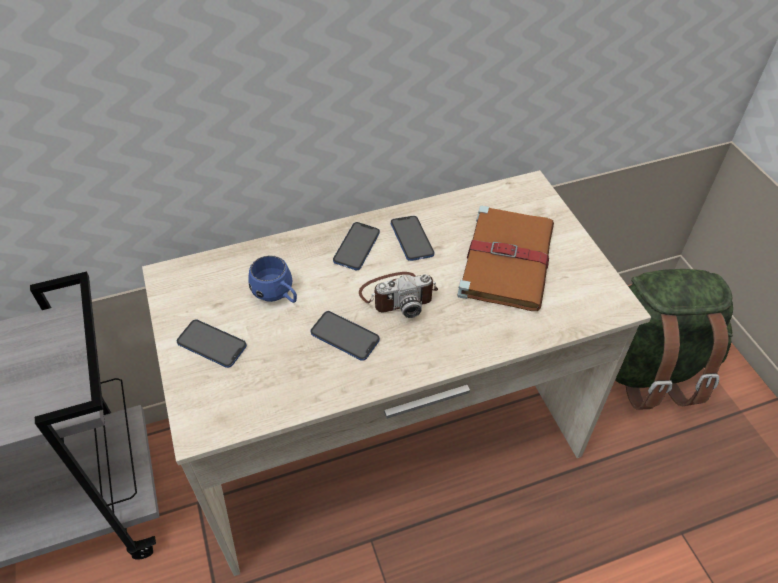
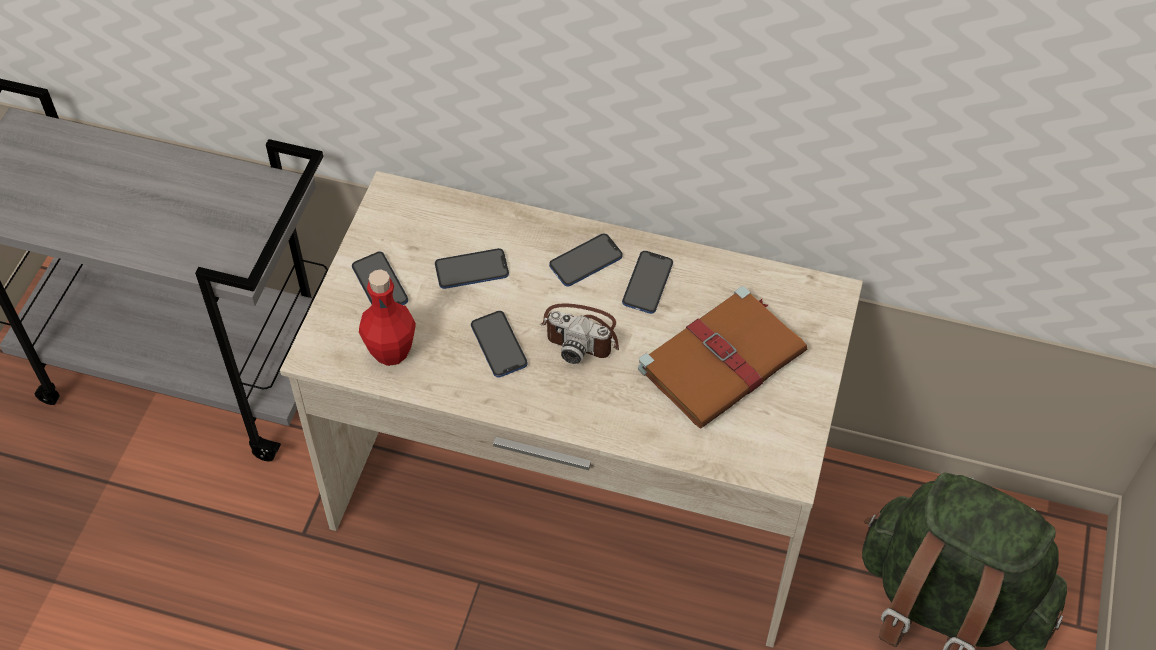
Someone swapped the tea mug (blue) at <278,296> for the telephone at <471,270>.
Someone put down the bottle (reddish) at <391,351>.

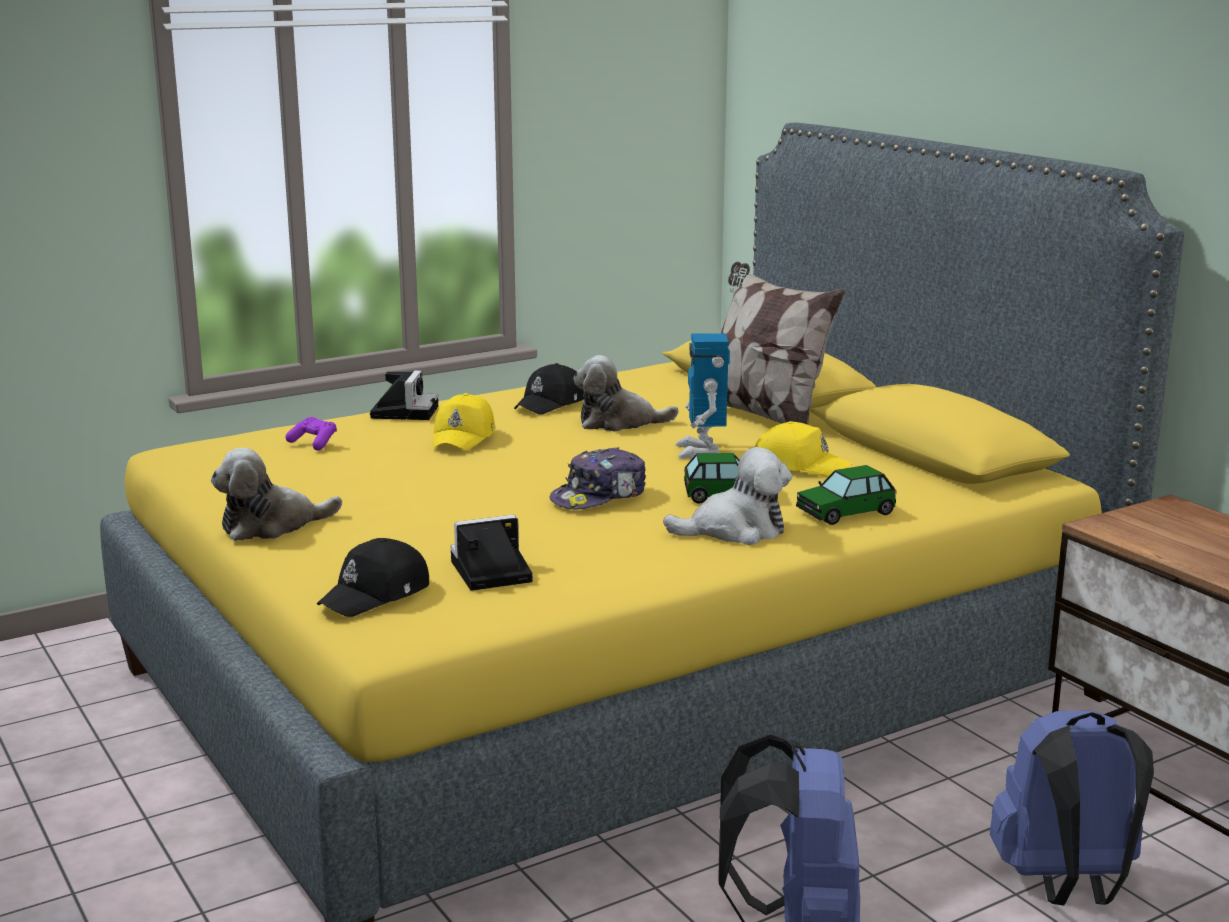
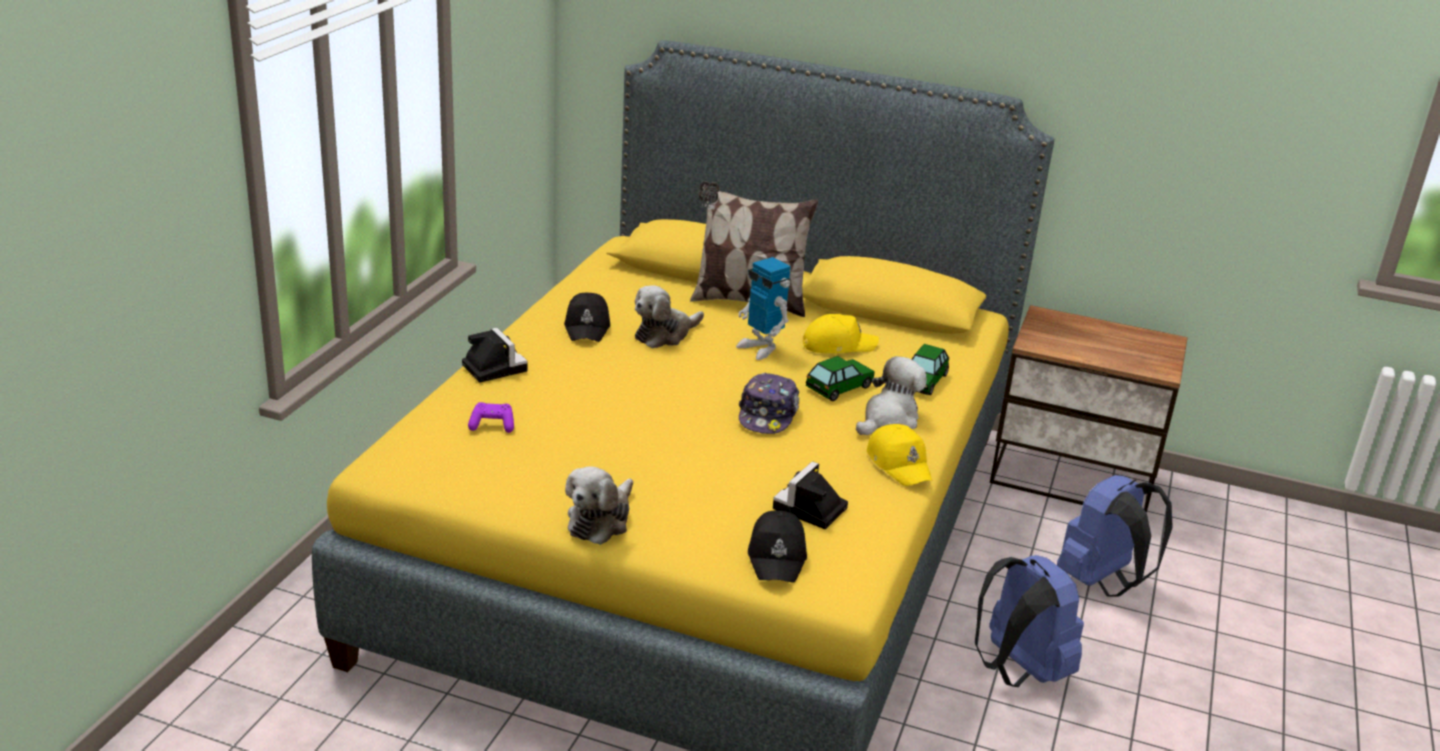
Someone carried the peaked cap (yellowish) from <464,437> to <899,464>.

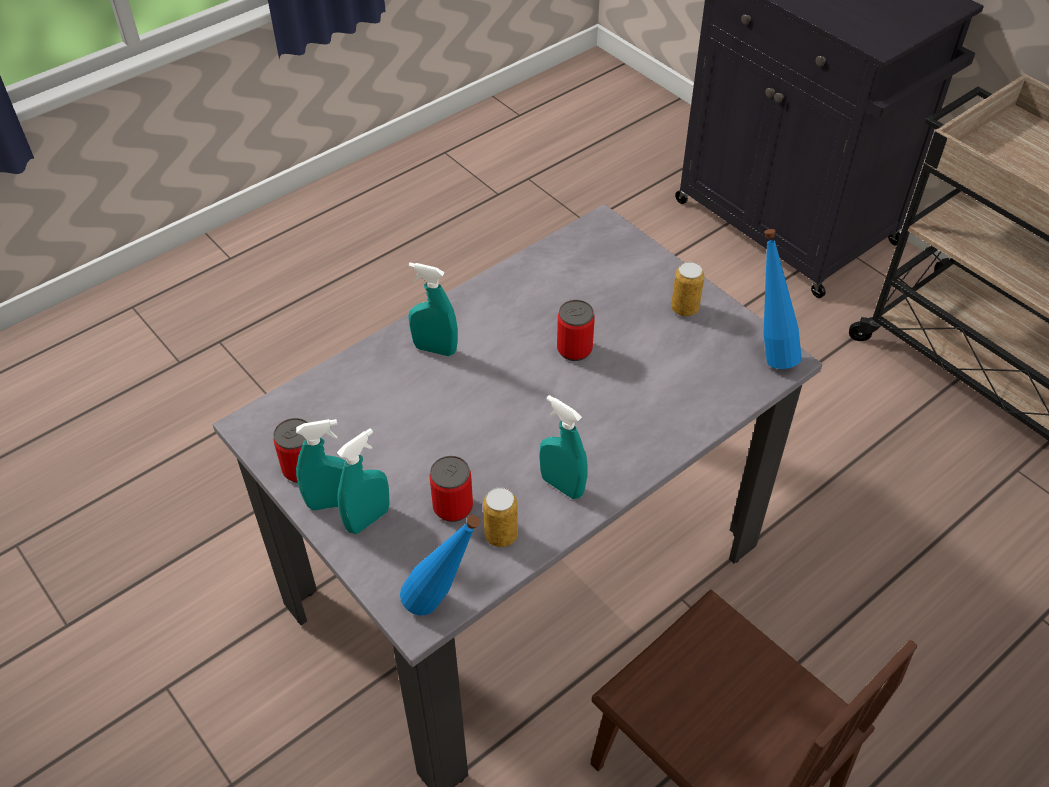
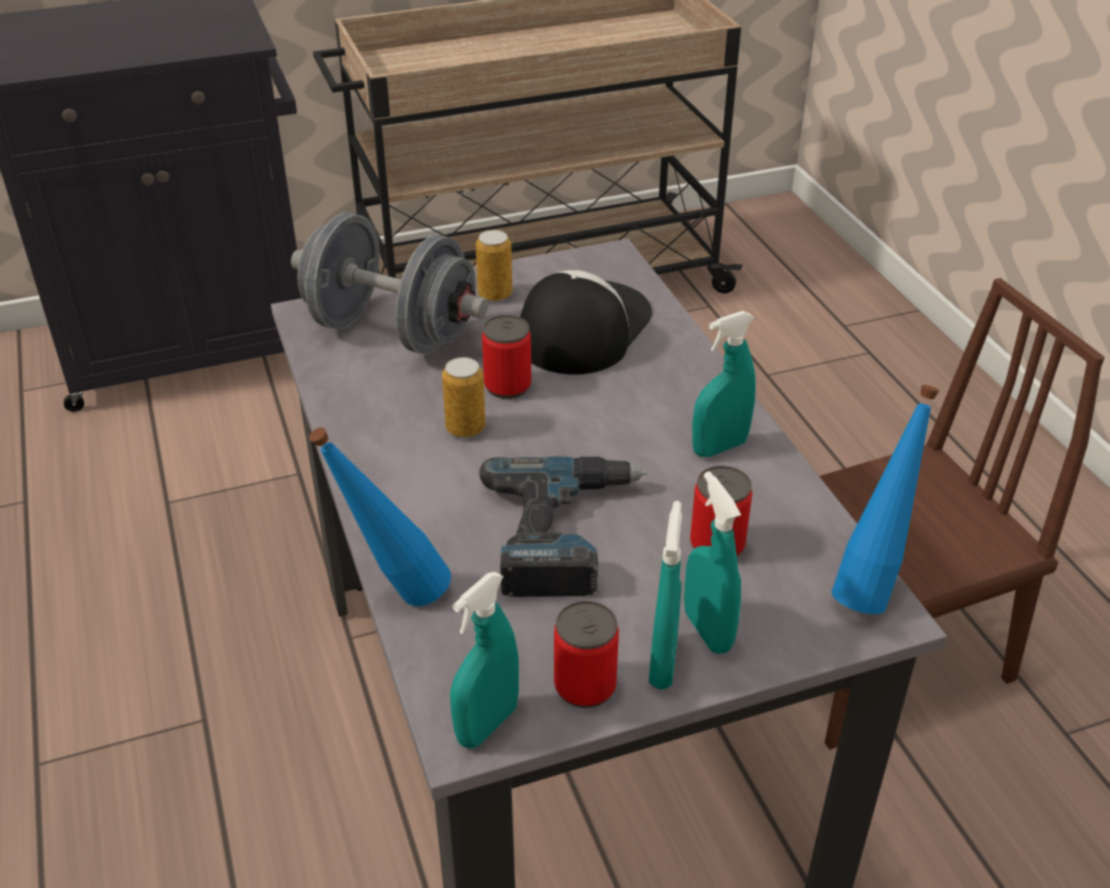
Someone carried the sprayer (turquoise-coloured) from <435,349> to <487,724>.
Someone carried the metal can from <501,535> to <465,428>.
Someone carried the bottle (blue) from <768,351> to <394,597>.
Someone put down the free weight (gray) at <392,332>.
Someone put down the drill at <564,534>.
Someone put down the peaked cap at <583,328>.

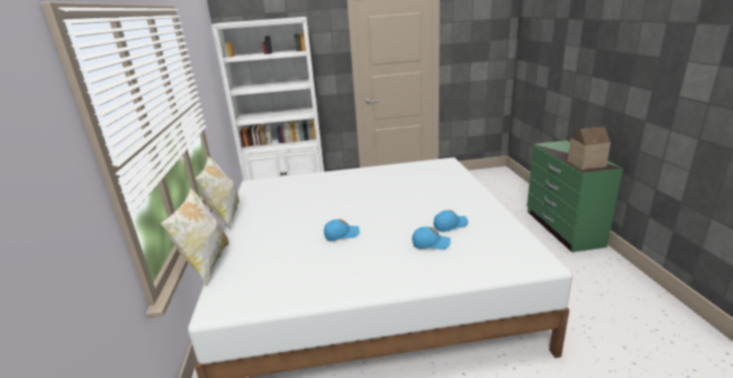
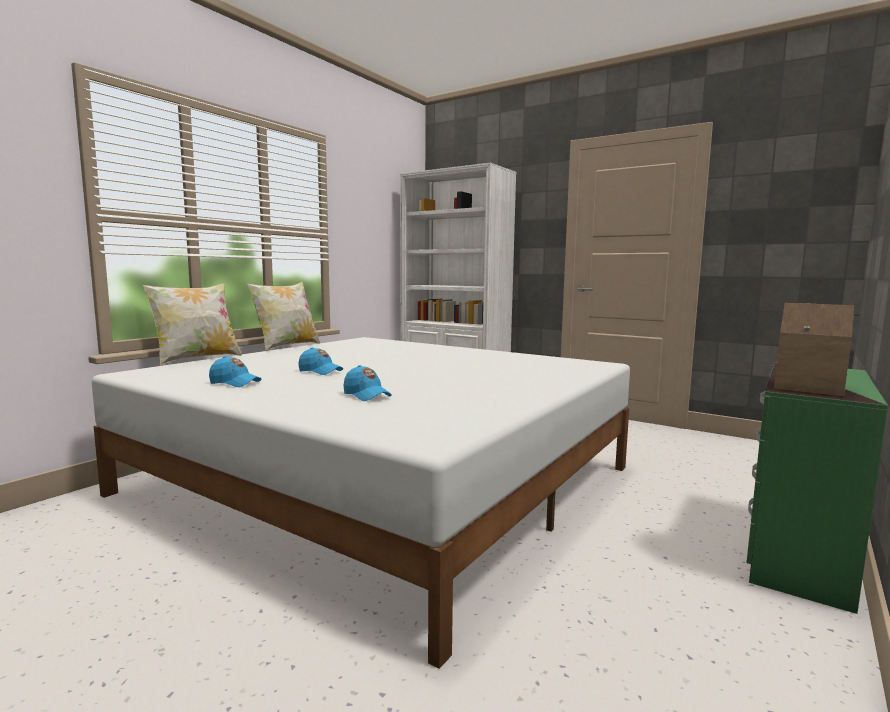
Someone carried the peaked cap (blue) from <450,225> to <235,383>.

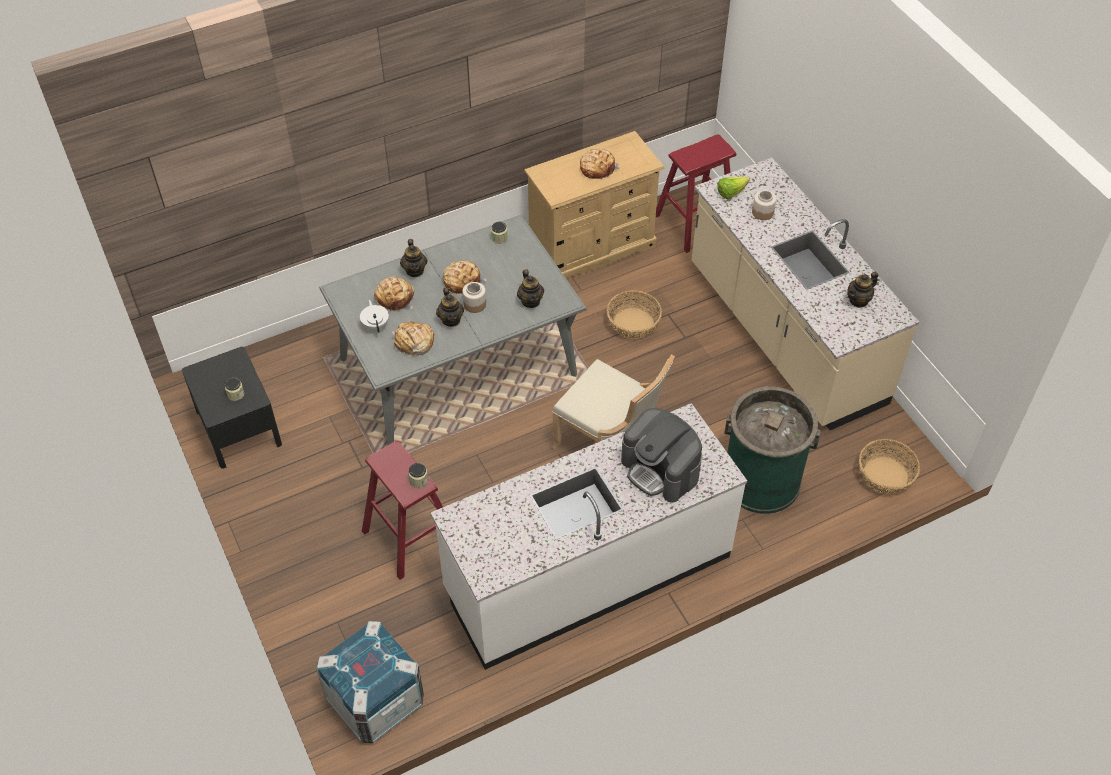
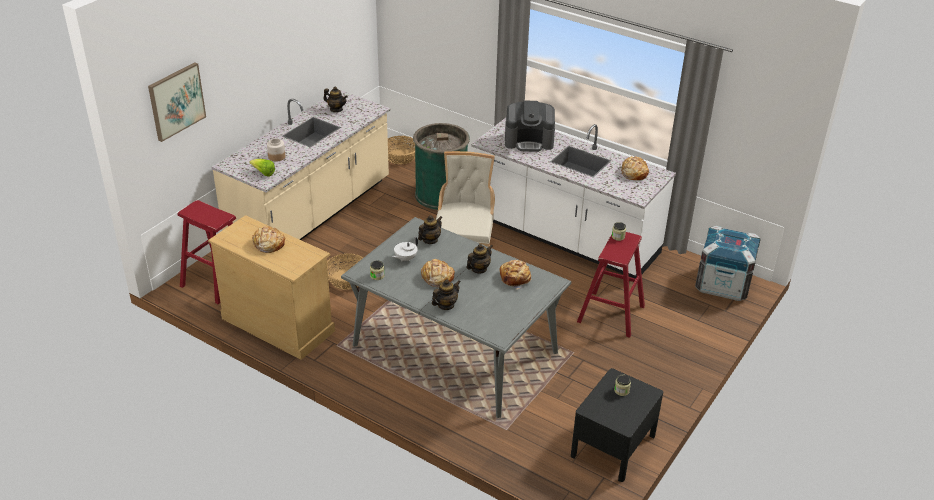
Someone carried the pot for tea (whitish) from <376,325> to <405,258>.
Someone carried the baked bread from <395,297> to <634,173>.
Someone took away the preserve jar at <475,304>.
Someone rotated the coffee maker at <660,469> by 75 degrees clockwise.
Someone put up the wall picture at <176,101>.

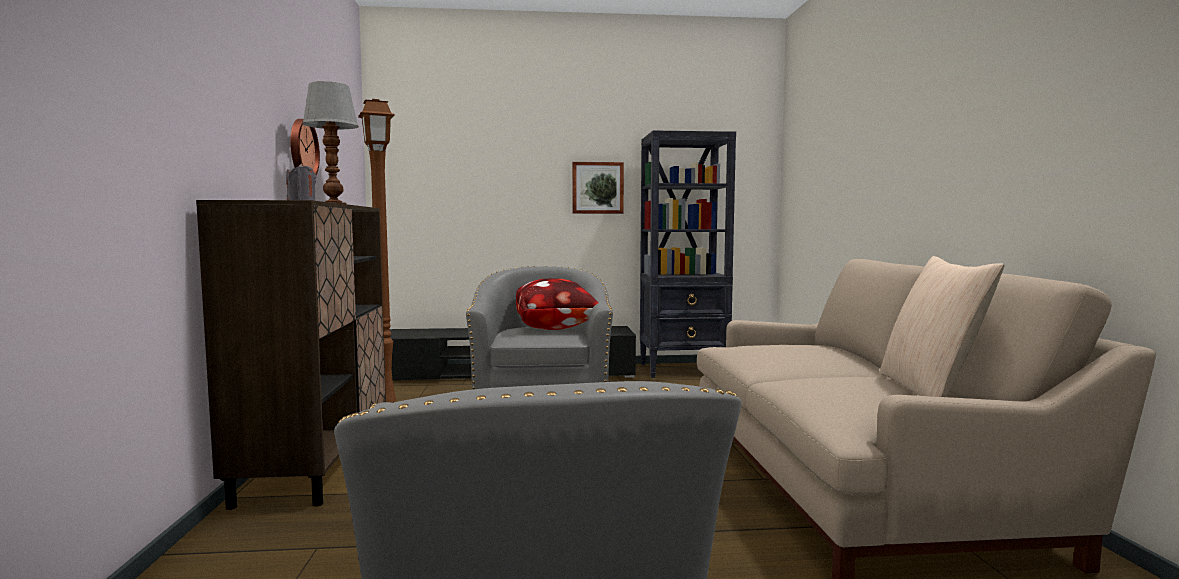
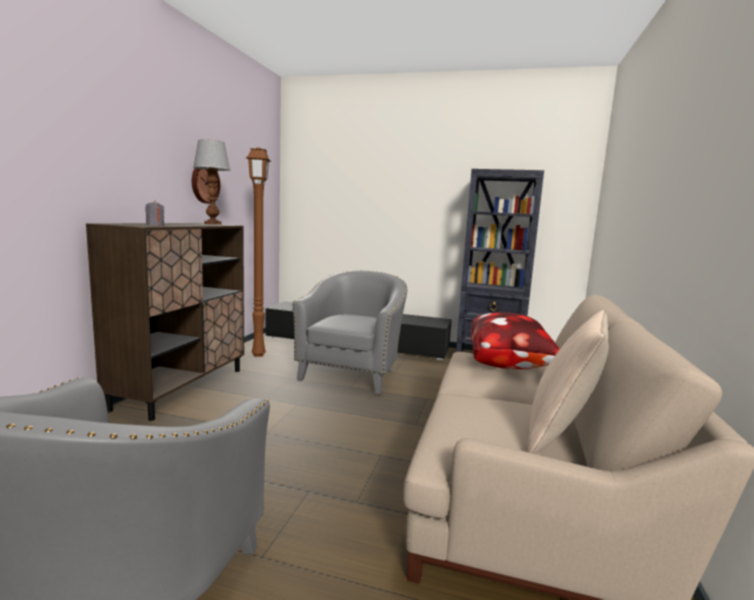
Someone carried the cushion from <556,328> to <509,365>.
Someone took away the wall picture at <597,188>.

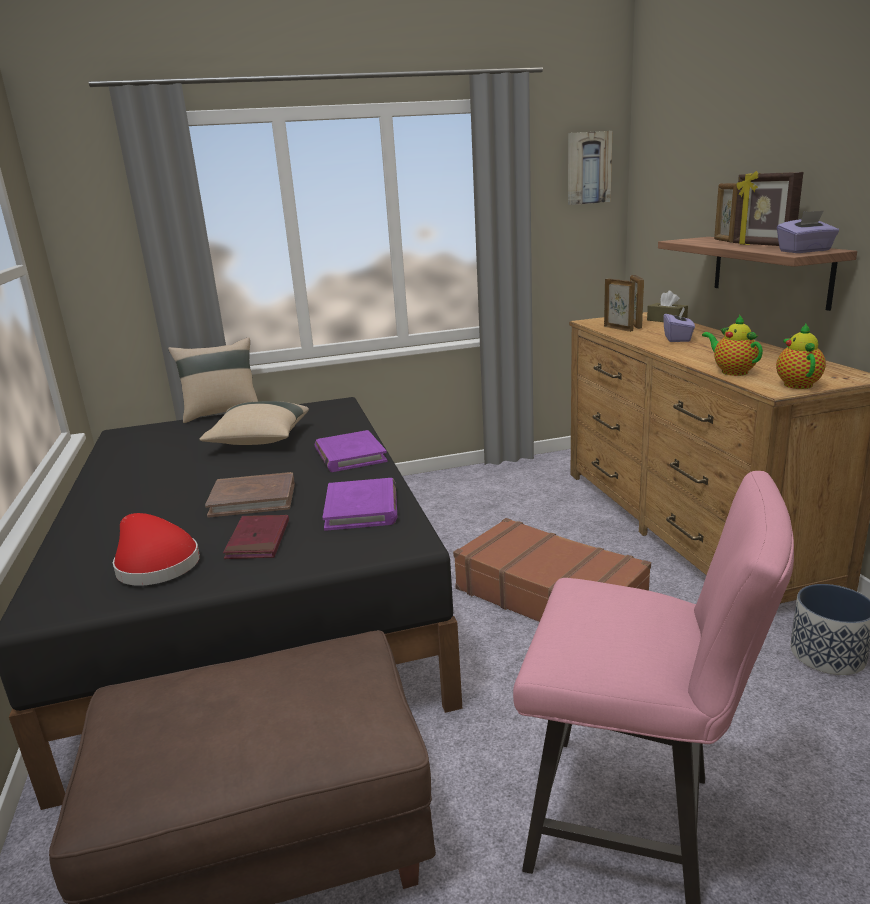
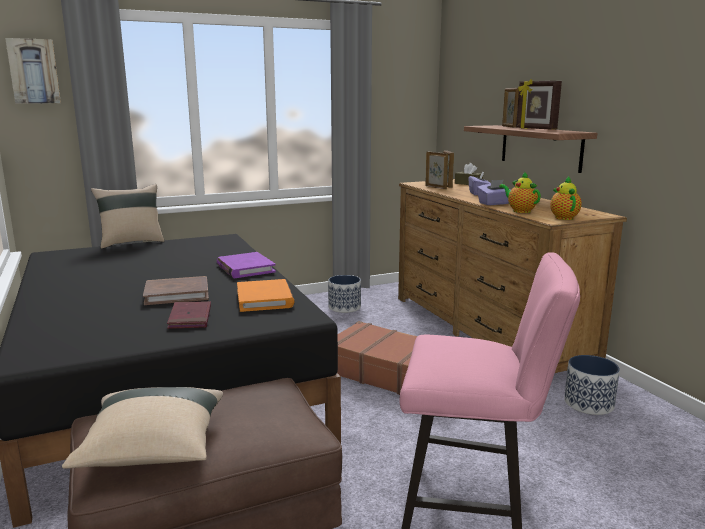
Someone took away the wearable hat (reddish) at <154,564>.
Someone carried the cushion (beige-coloured) from <259,441> to <153,449>.
Someone repainted the book (purple) at <362,508>, which became the book (orangey) at <265,299>.
Someone carried the wall picture from <588,168> to <34,71>.
Someone carried the box of tissues (purple) from <805,251> to <494,203>.
Someone put down the planter at <344,307>.

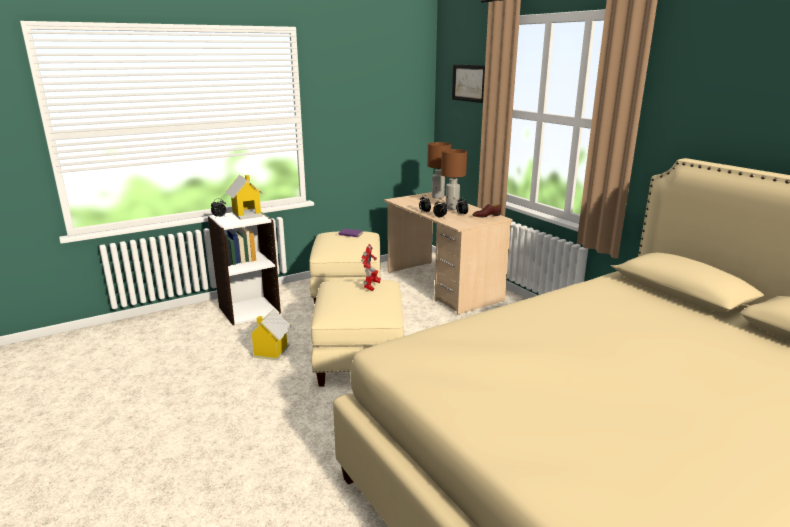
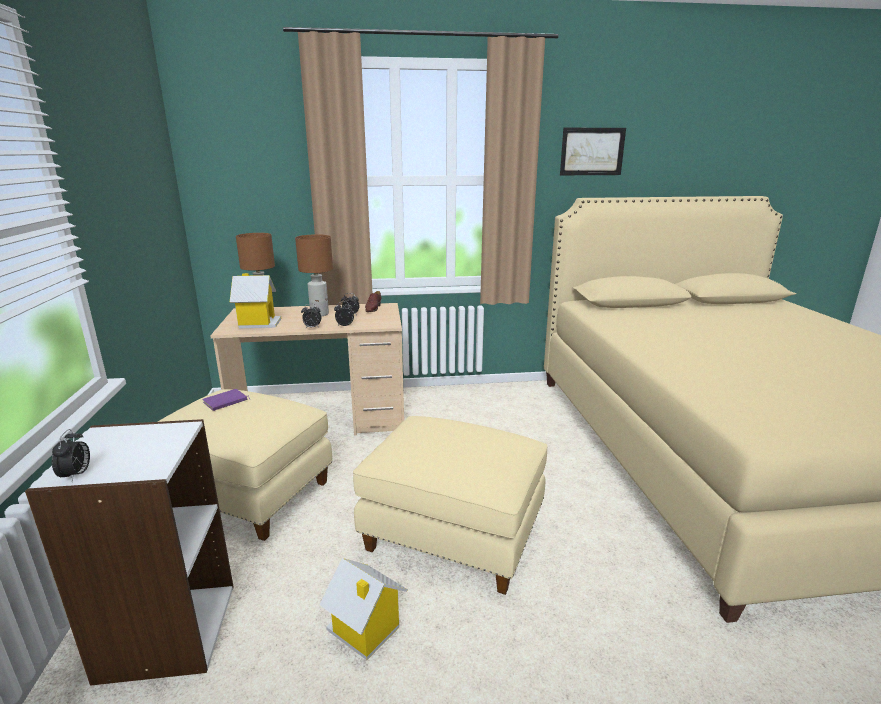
Someone carried the toy house from <247,214> to <258,323>.
Someone took away the toy robot at <371,287>.
Someone carried the wall picture from <468,83> to <592,151>.

